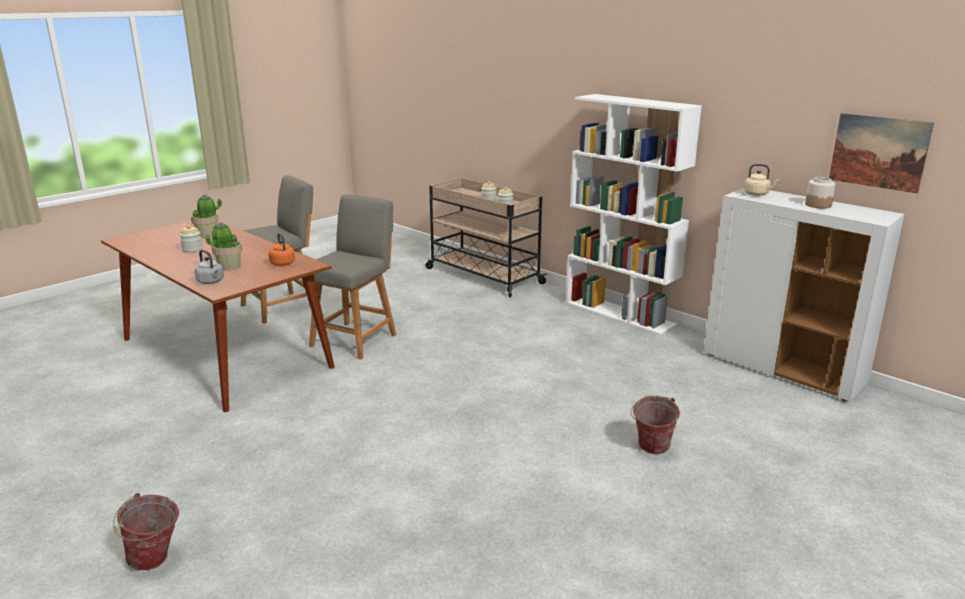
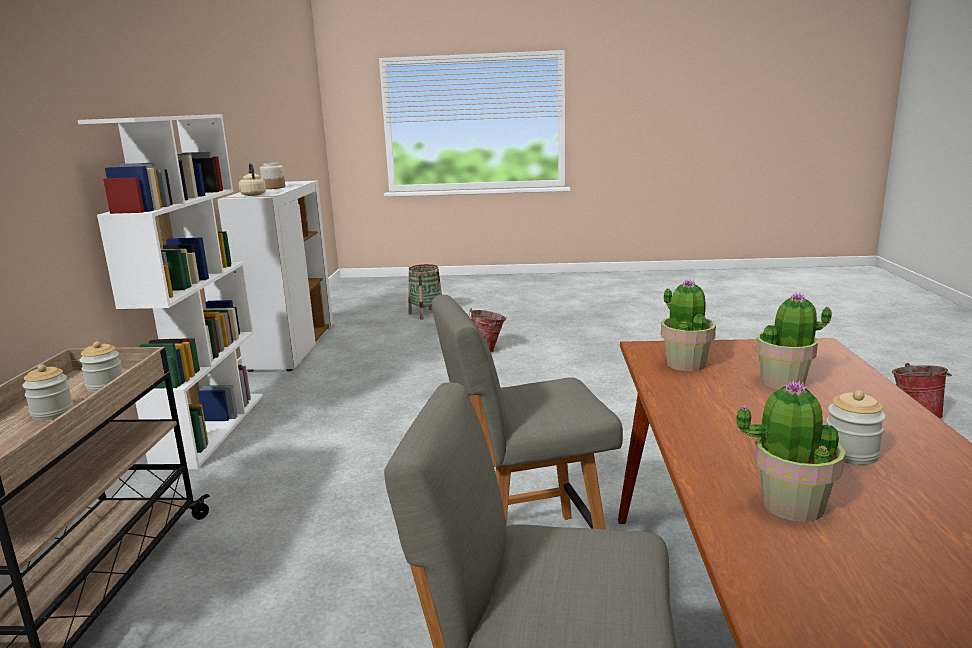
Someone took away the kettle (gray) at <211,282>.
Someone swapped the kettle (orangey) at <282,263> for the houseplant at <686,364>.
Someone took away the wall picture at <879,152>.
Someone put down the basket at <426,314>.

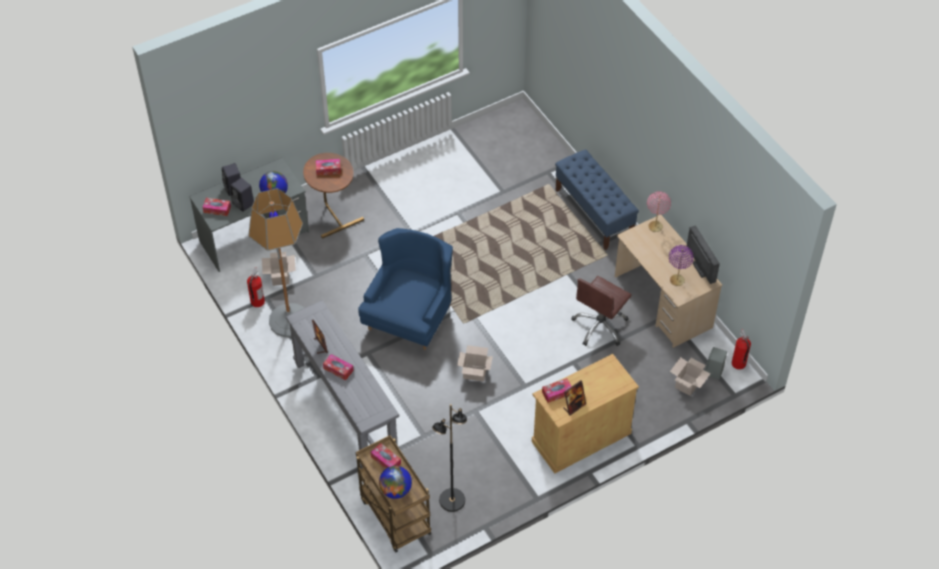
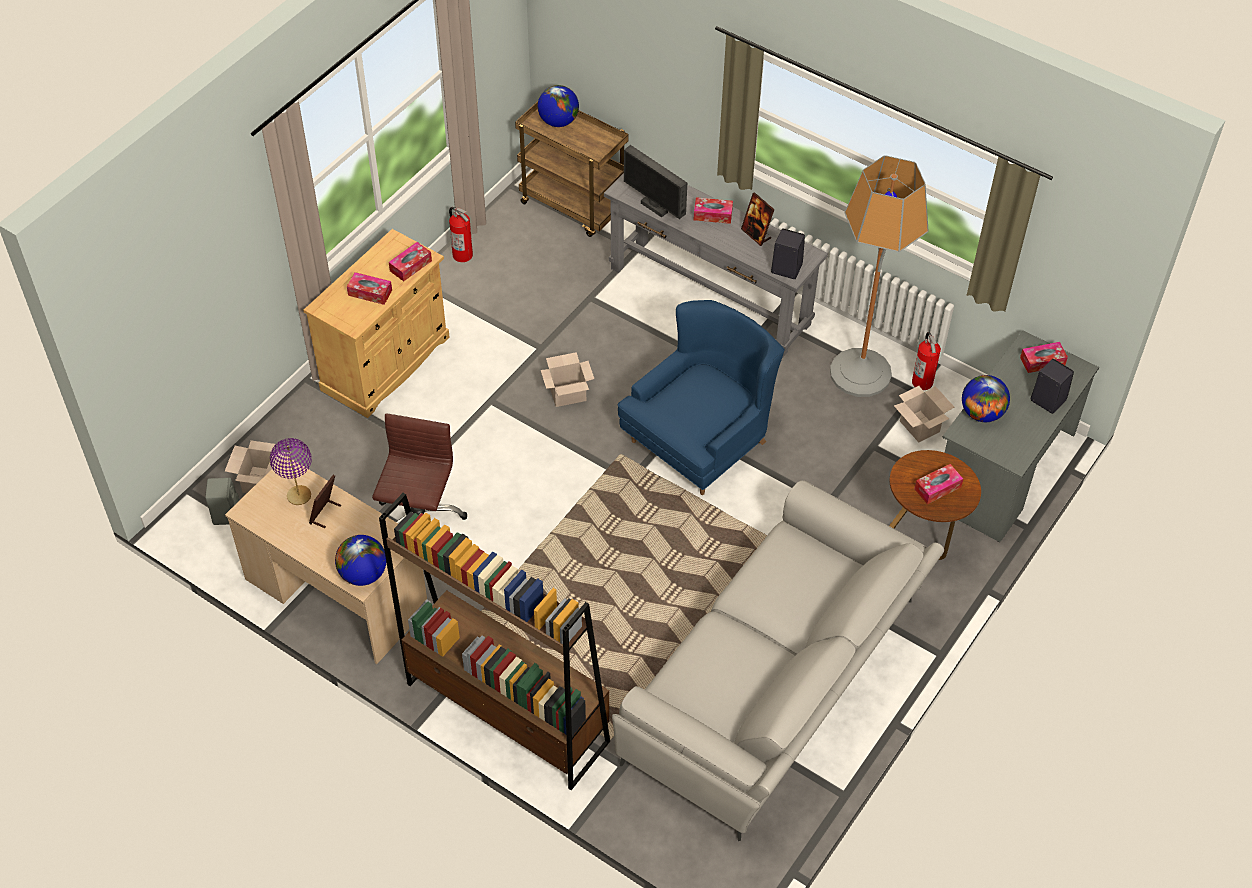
Someone carried the speaker (black) from <244,204> to <785,268>.
Someone rotated the armchair (blue) at <410,315> by 135 degrees counterclockwise.
Someone carried the box of tissues from <386,460> to <370,293>.
Someone took away the standard lamp (black) at <452,501>.
Someone swapped the long seat (blue) at <594,213> for the shelving unit (brown) at <507,712>.
Someone carried the picture frame from <574,406> to <325,514>.
Someone swapped the table lamp (pinkish) at <655,227> for the desk globe at <363,574>.
Someone carried the monitor from <699,270> to <655,207>.
Someone carried the fire-fighting cylinder from <738,364> to <462,255>.
Someone put down the settee (gray) at <775,685>.

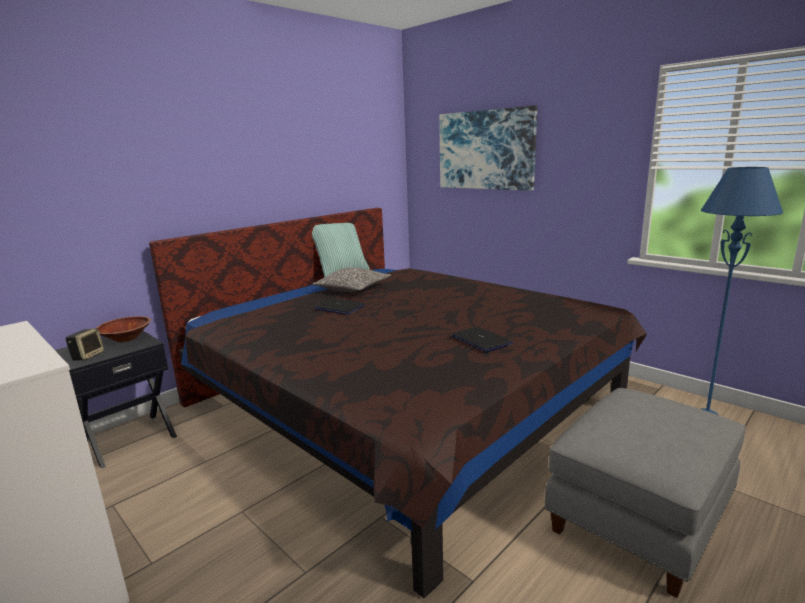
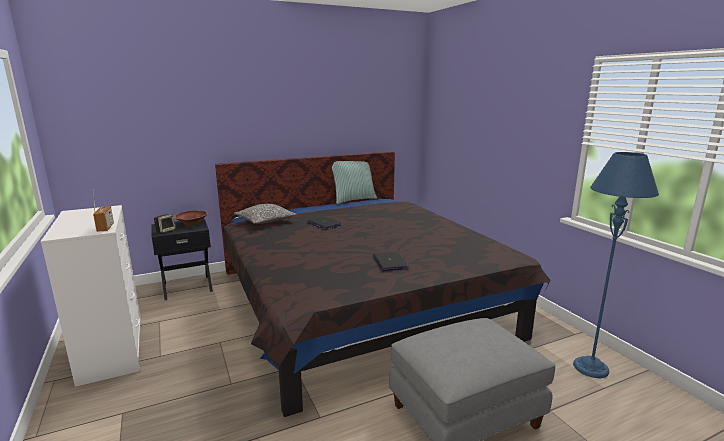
Someone carried the cushion from <353,289> to <265,221>.
Someone took away the wall picture at <485,150>.
Someone put down the radio receiver at <105,228>.

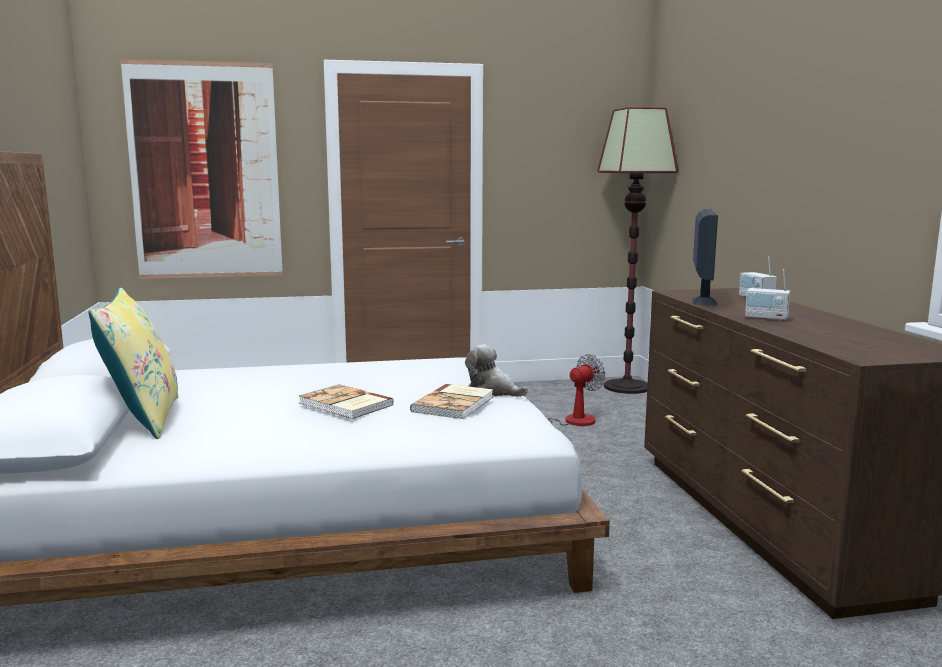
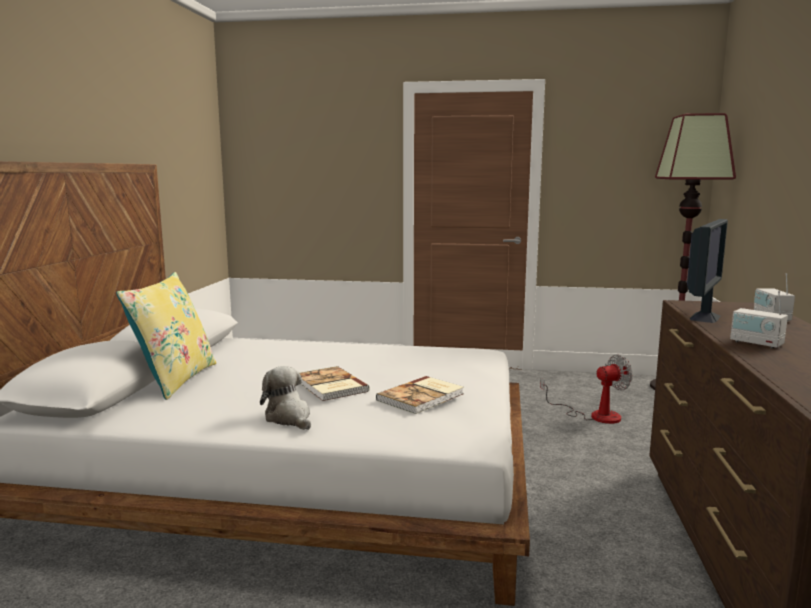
Someone took away the wall picture at <205,172>.
Someone carried the soft toy from <492,391> to <289,418>.

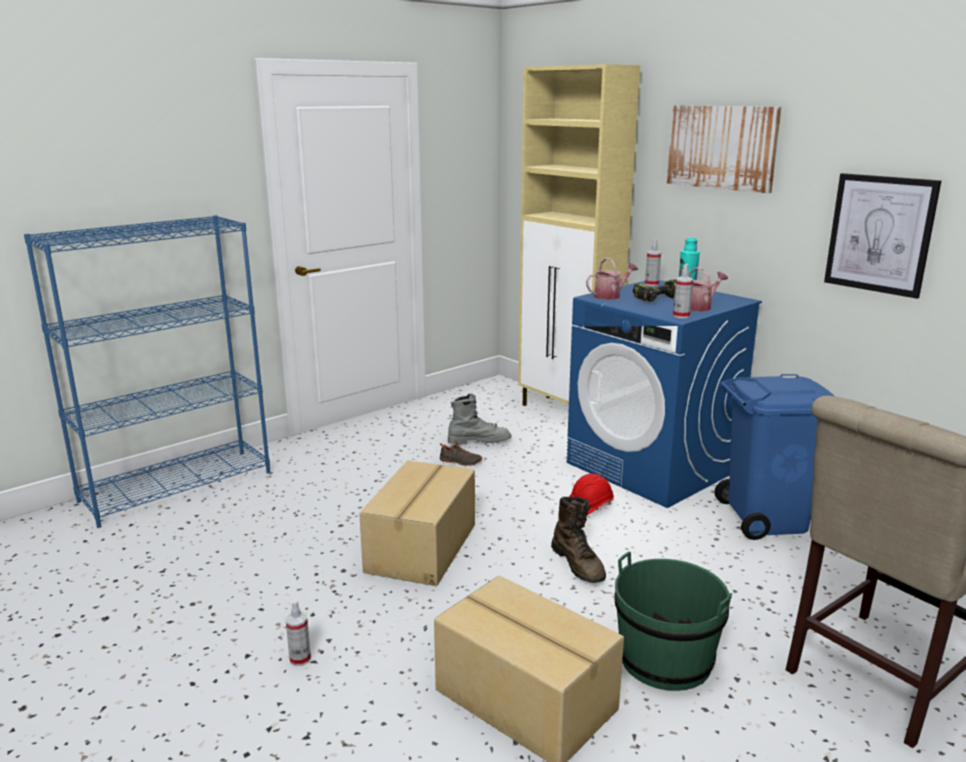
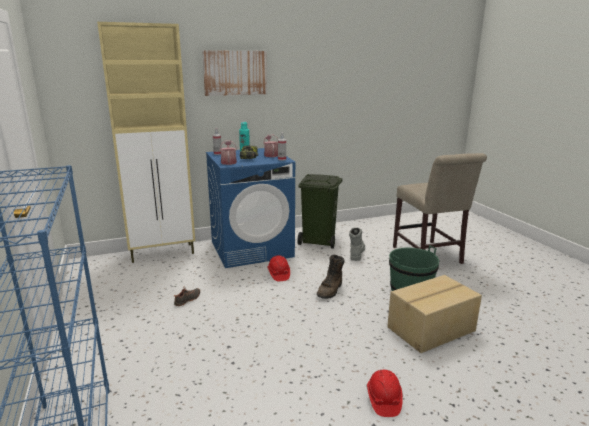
Someone swapped the sprayer at <300,659> for the work helmet (reddish) at <383,400>.
Someone took away the carton at <423,548>.
Someone carried the high-top boot (gray) from <479,441> to <356,253>.
Someone rotated the high-top boot (brown) at <578,564> by 120 degrees clockwise.
Someone repainted the trash can (blue) at <767,519>, which became the trash can (greenish) at <319,241>.
Someone took away the wall picture at <880,234>.

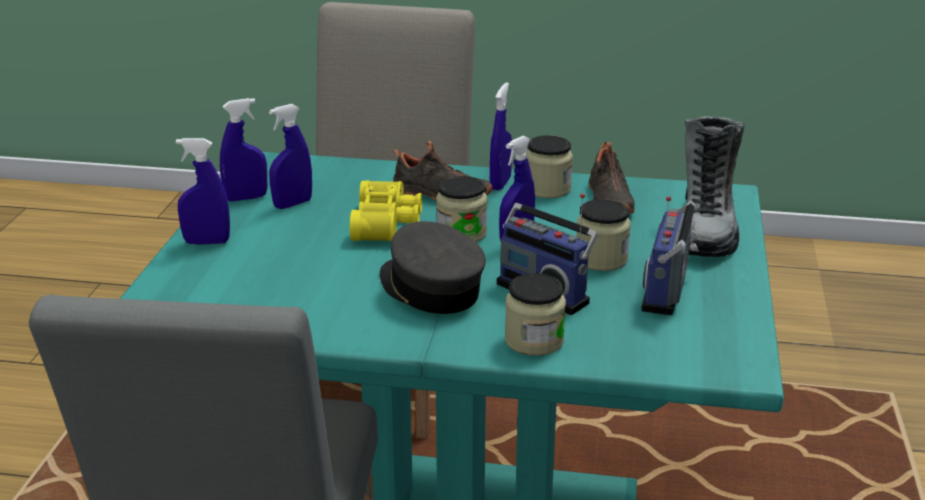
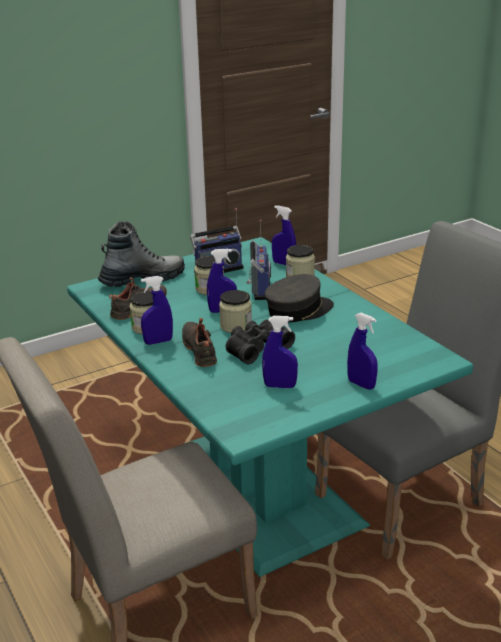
Someone carried the sprayer (blue) from <246,198> to <283,264>.
Someone repainted the field glasses (yellowish) at <388,224>, which became the field glasses (black) at <256,348>.
Someone rotated the peaked cap (gray) at <430,288> by 135 degrees counterclockwise.

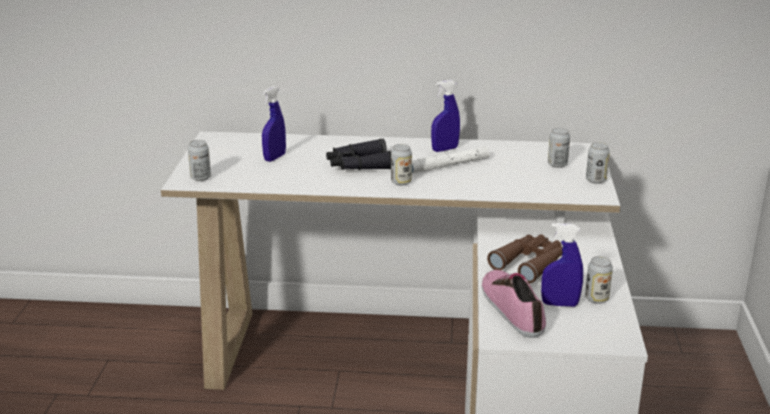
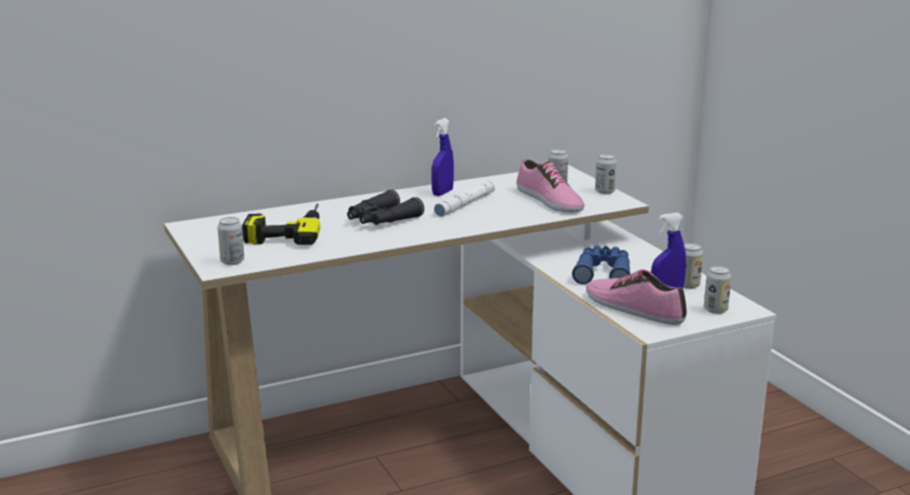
Someone swapped the sprayer (blue) at <275,158> for the drill at <286,230>.
Someone carried the metal can from <401,182> to <715,310>.
Someone repainted the field glasses (brown) at <530,263>, which became the field glasses (blue) at <603,273>.
Someone put down the item of footwear at <549,200>.

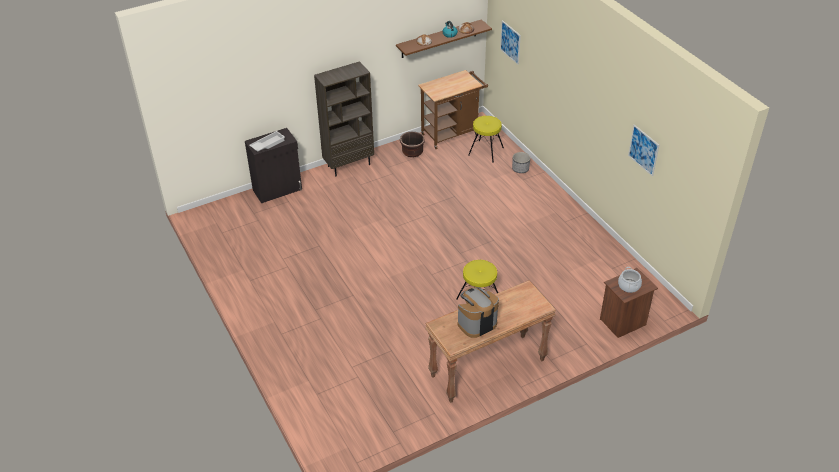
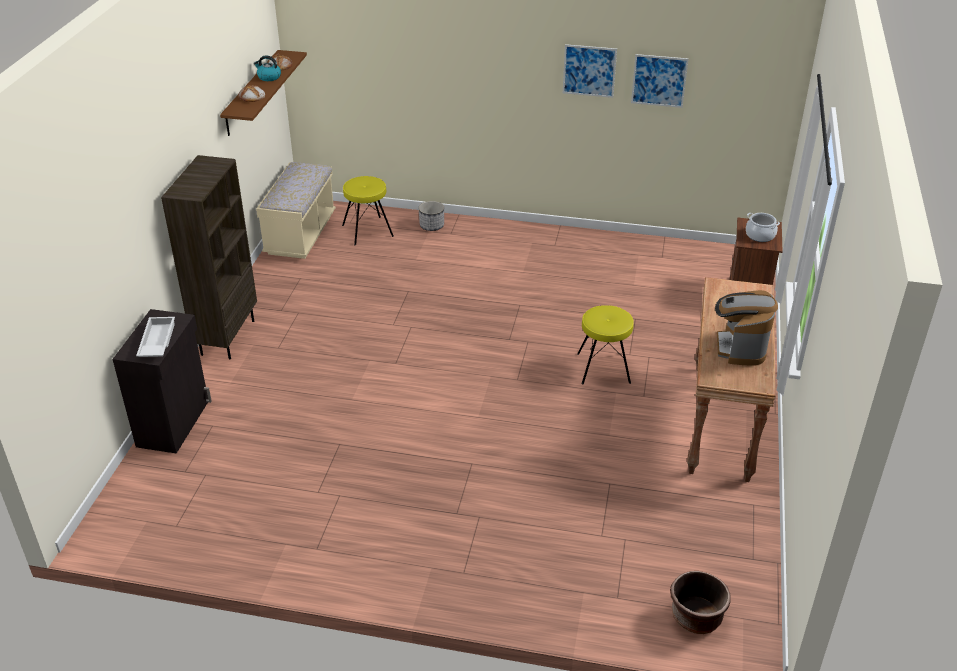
Someone carried the planter (brown) from <412,152> to <696,617>.
Someone swapped the trolley (brown) at <452,133> for the long seat (beige-coloured) at <300,234>.
Someone carried the wall picture from <510,42> to <589,71>.

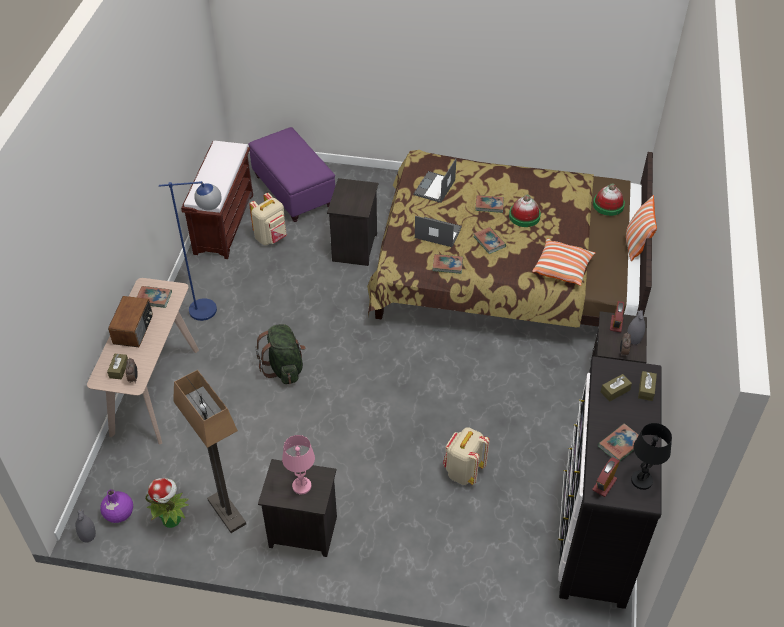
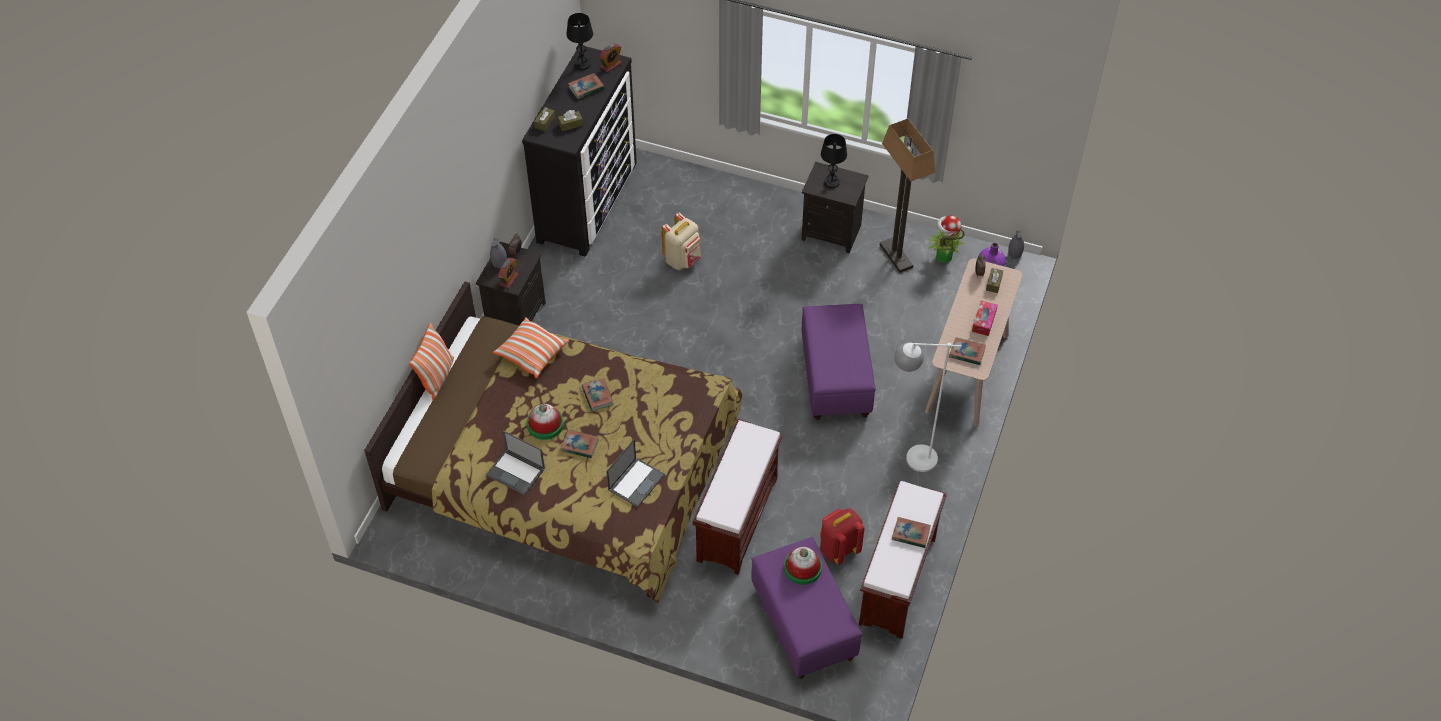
Someone swapped the radio receiver at <134,329> for the box of tissues at <984,321>.
Someone repainted the standard lamp (blue) at <213,309>, which became the standard lamp (whitish) at <910,458>.
Someone repainted the backpack (beige-coloured) at <271,238>, which became the backpack (reddish) at <838,549>.
Someone swapped the backpack (greenish) at <284,368> for the pouffe (purple) at <835,379>.
Someone repainted the table lamp (pinkish) at <301,486>, which became the table lamp (black) at <831,182>.
Someone swapped the night table (black) at <355,248> for the long seat (brown) at <737,518>.
Someone carried the laptop from <437,232> to <516,472>.
Someone carried the book from <447,265> to <911,534>.
Someone carried the wearable hat from <608,205> to <802,568>.

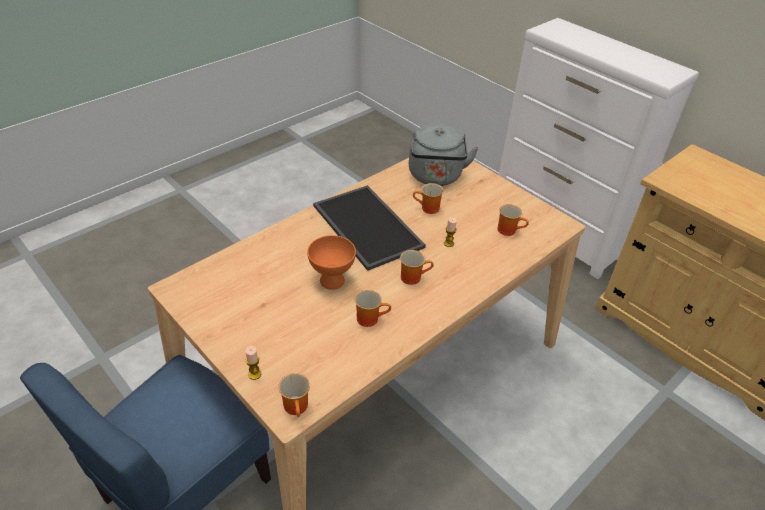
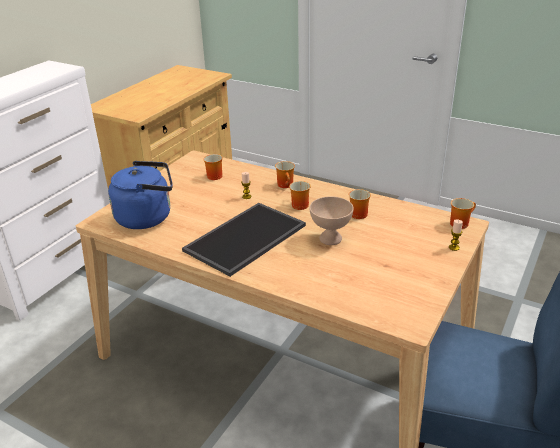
Someone repainted the bowl (orangey) at <331,281>, which became the bowl (beige-coloured) at <330,239>.
Someone repainted the kettle (gray) at <435,177>, which became the kettle (blue) at <147,217>.
Someone carried the tea mug from <428,209> to <287,185>.

